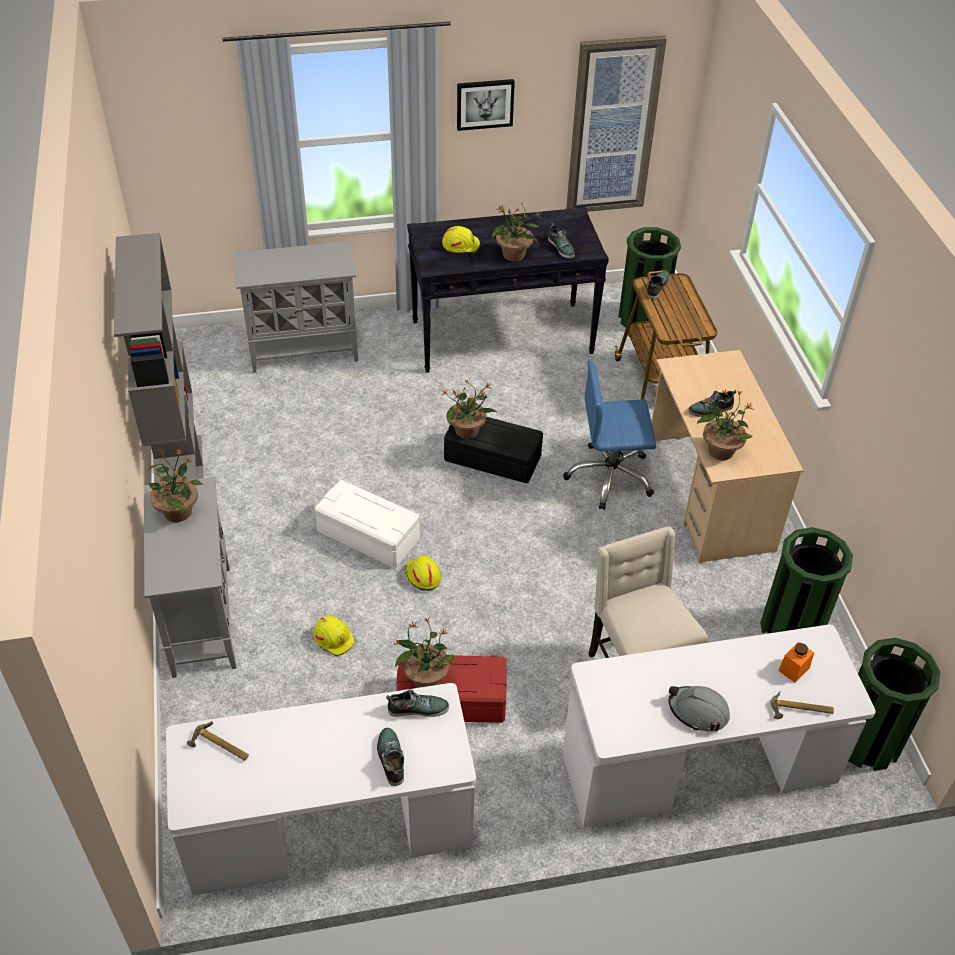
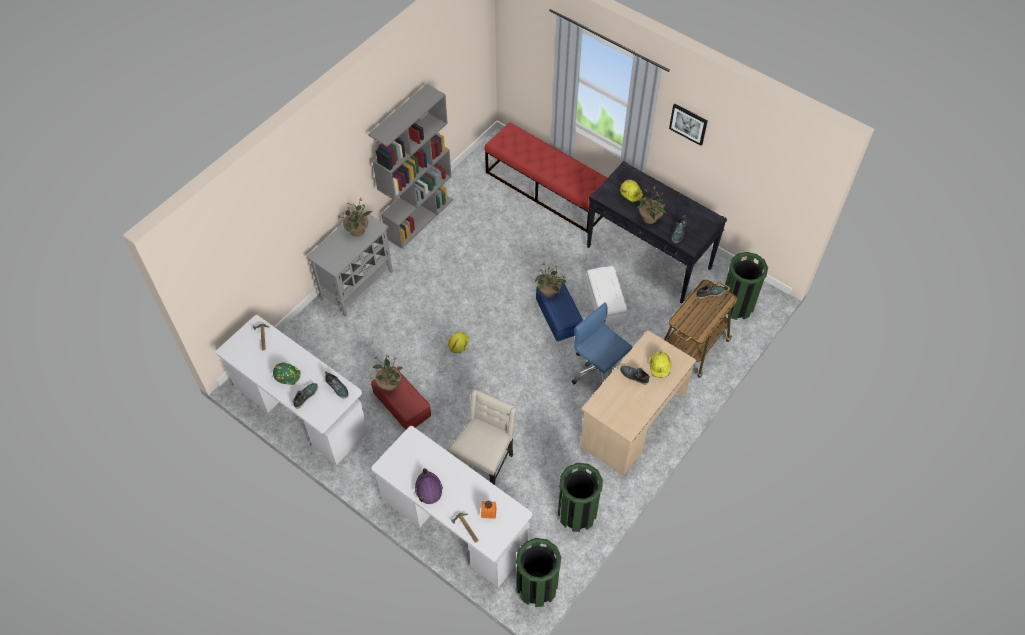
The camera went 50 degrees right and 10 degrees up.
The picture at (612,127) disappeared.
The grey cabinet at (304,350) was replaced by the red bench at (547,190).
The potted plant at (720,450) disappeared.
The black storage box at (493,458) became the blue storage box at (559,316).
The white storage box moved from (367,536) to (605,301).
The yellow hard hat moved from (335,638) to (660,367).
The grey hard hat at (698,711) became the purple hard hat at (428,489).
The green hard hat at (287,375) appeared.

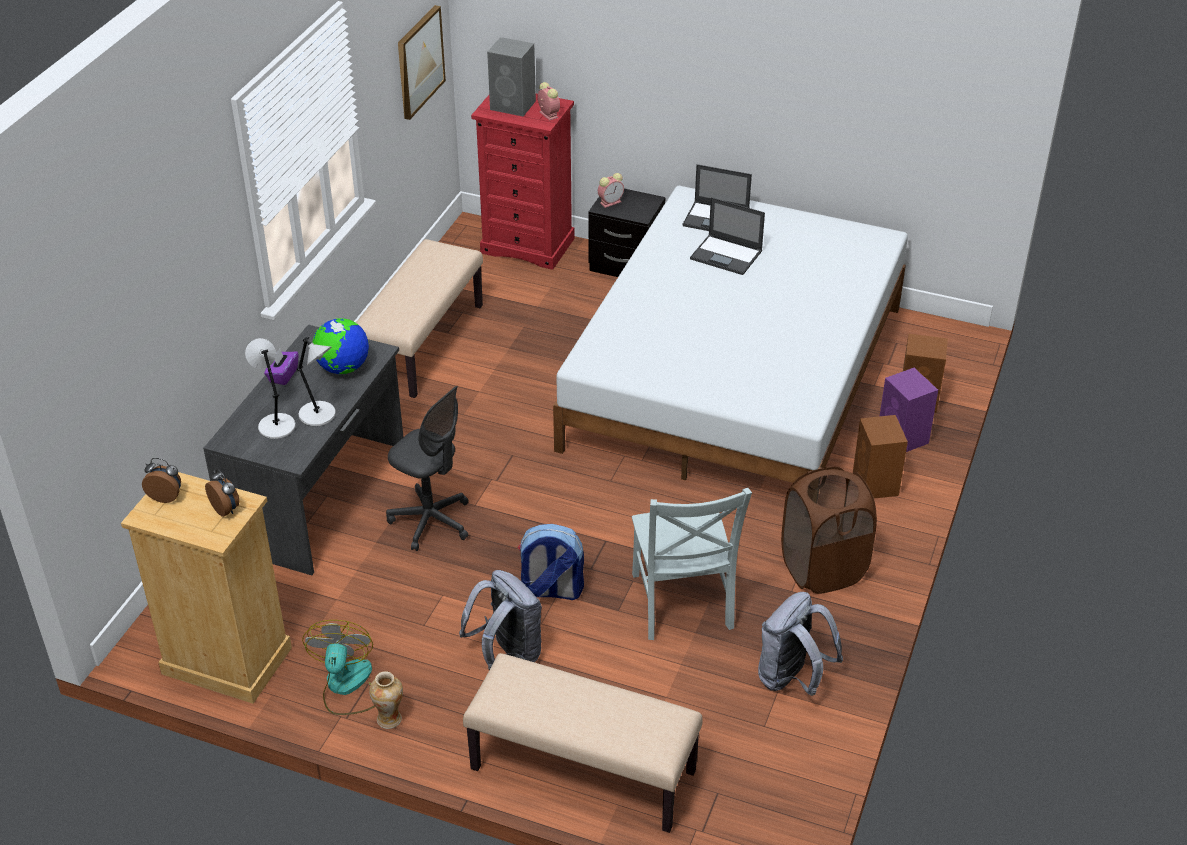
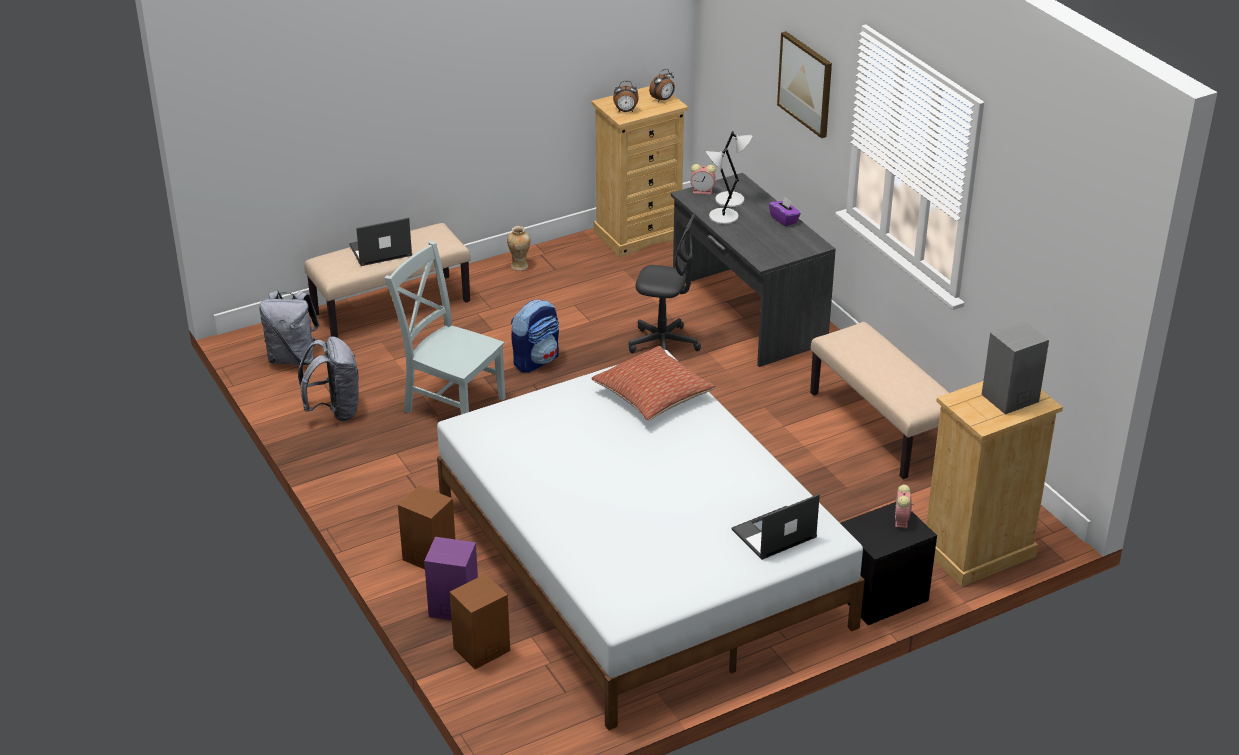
The camera went 130 degrees right and 5 degrees down.
The picture moved from (419,61) to (806,84).
The alarm clock moved from (548,114) to (703,191).
The red dresser at (528,245) became the beige dresser at (977,551).
The laptop moved from (727,255) to (379,250).
The globe at (343,368) disappeared.
The grey office chair at (431,521) turned 150 degrees counterclockwise.
The brown laundry basket at (823,569) disappeared.
The grey backpack moved from (507,654) to (293,358).
The fan at (347,687) disappeared.
The pillow at (653,395) appeared.

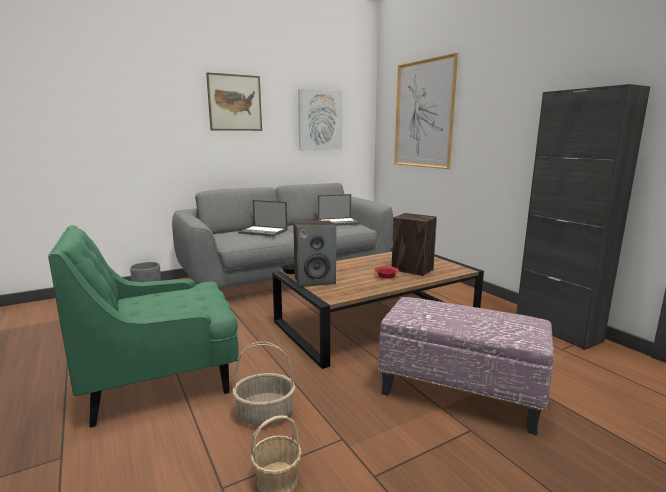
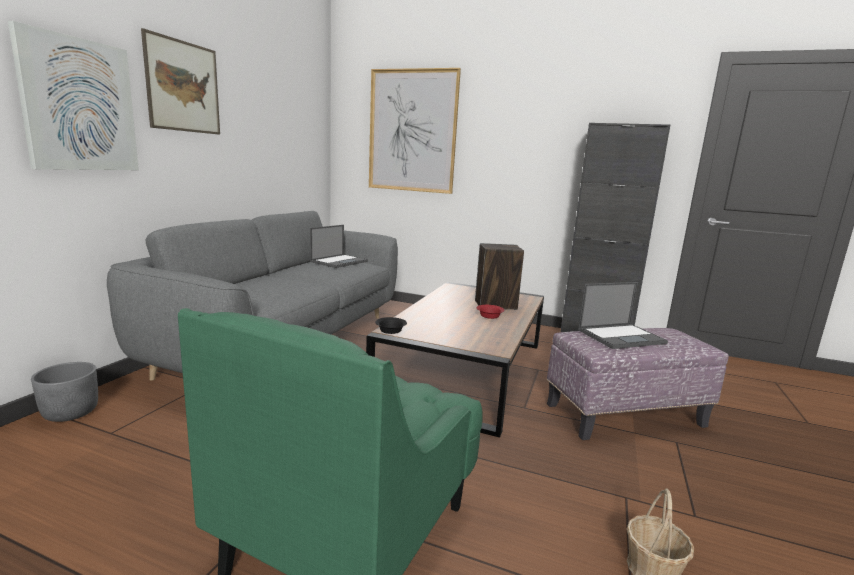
The camera went 40 degrees left and 0 degrees up.
The picture moved from (320,120) to (79,105).
The laptop moved from (264,231) to (621,336).
The speaker at (315,281) disappeared.
The basket at (266,413) disappeared.

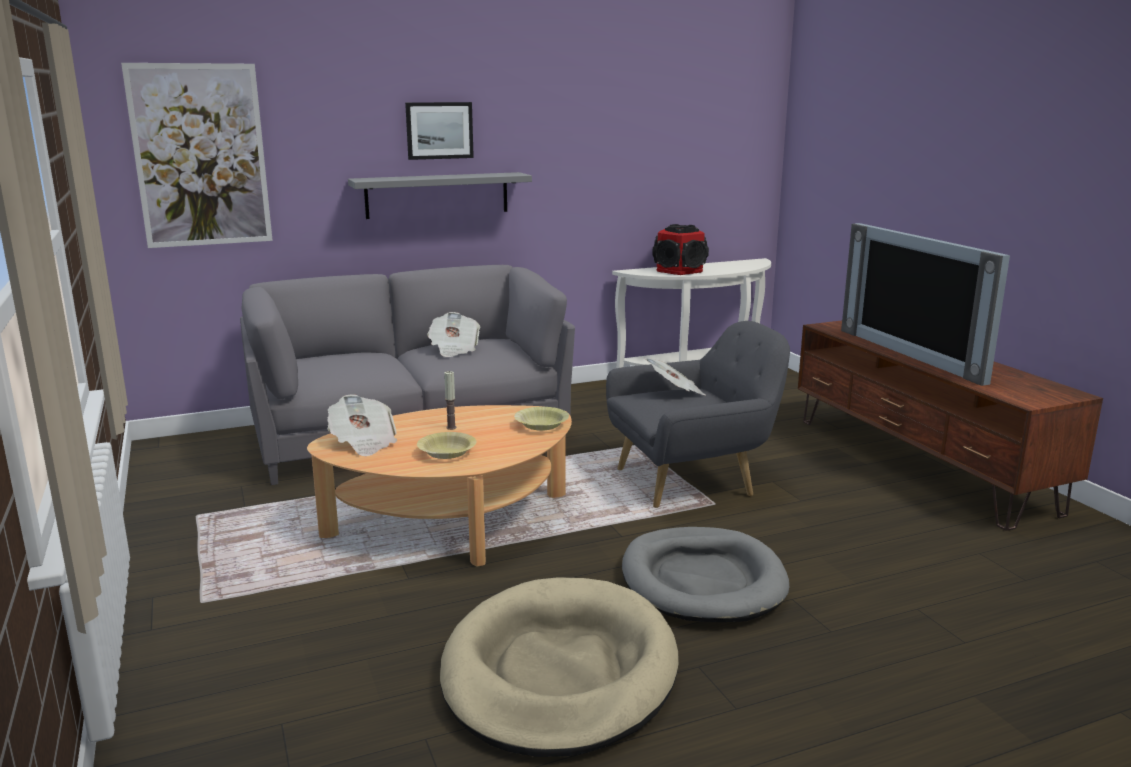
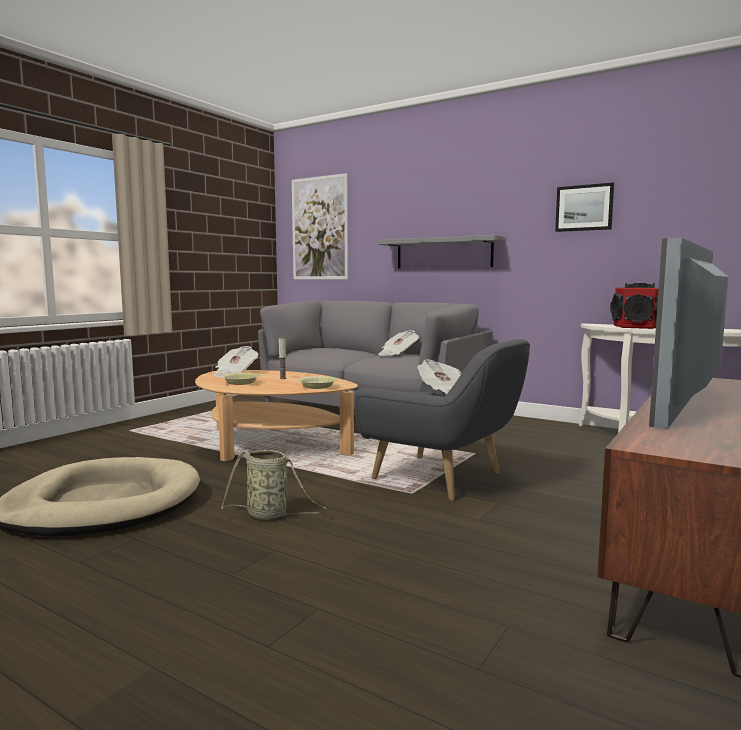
The camera went 55 degrees right and 10 degrees down.
The picture moved from (439,130) to (584,208).
The grey dog bed at (702,581) was replaced by the basket at (270,515).

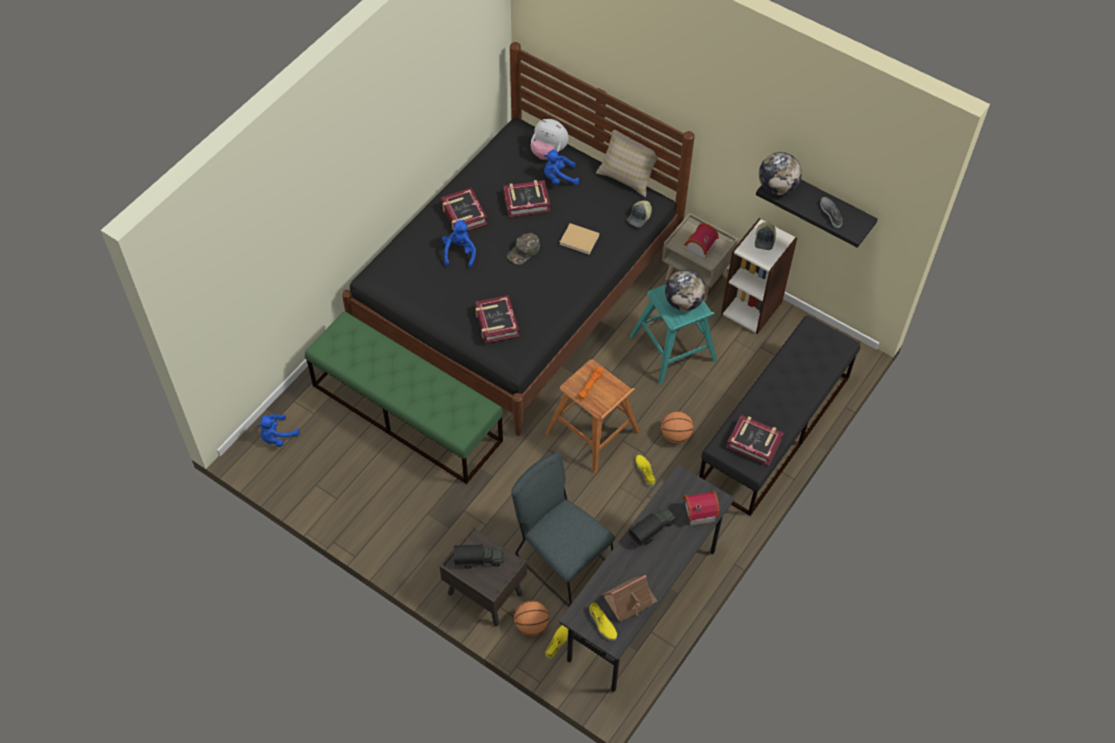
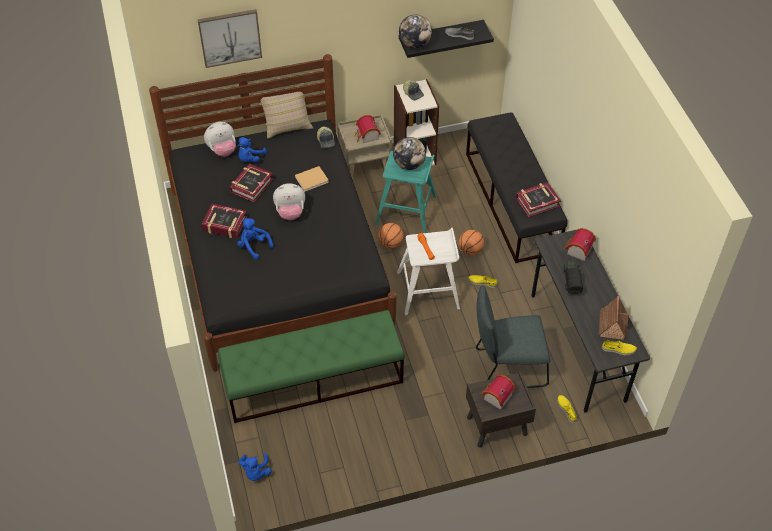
The camera went 50 degrees left and 5 degrees down.
The green cap at (524,251) was replaced by the plush toy at (290,212).
The book at (496,322) disappeared.
The brown stool at (593,433) became the white stool at (429,290).
The toy truck at (479,560) was replaced by the toy house at (495,397).
The basketball moved from (531,625) to (390,243).
The picture at (230,37) appeared.

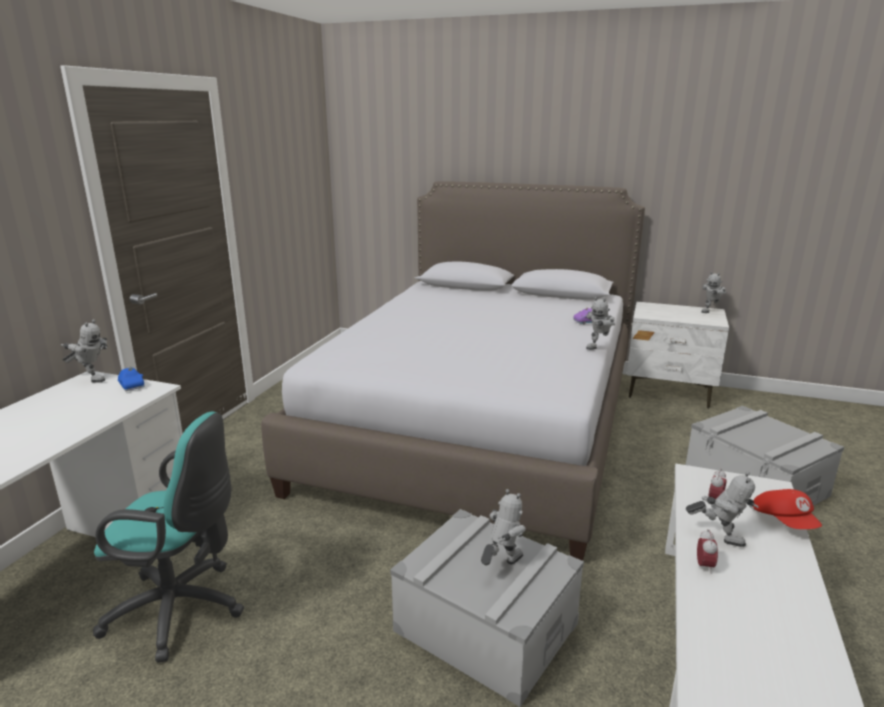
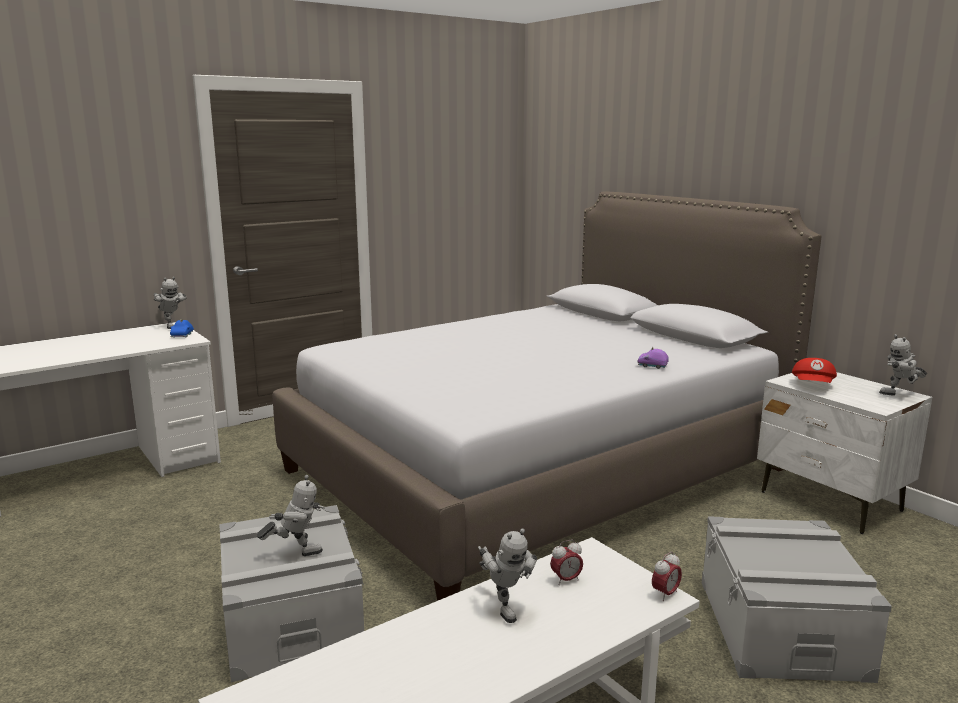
The camera went 35 degrees right and 5 degrees down.
The toy robot at (599,347) disappeared.
The turquoise office chair at (182,610) disappeared.
The red cap moved from (784,521) to (813,386).
The alarm clock moved from (704,566) to (665,594).

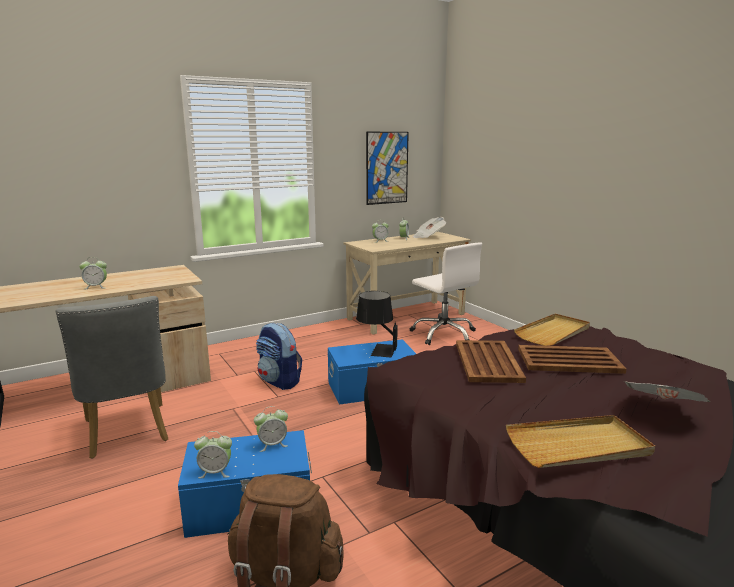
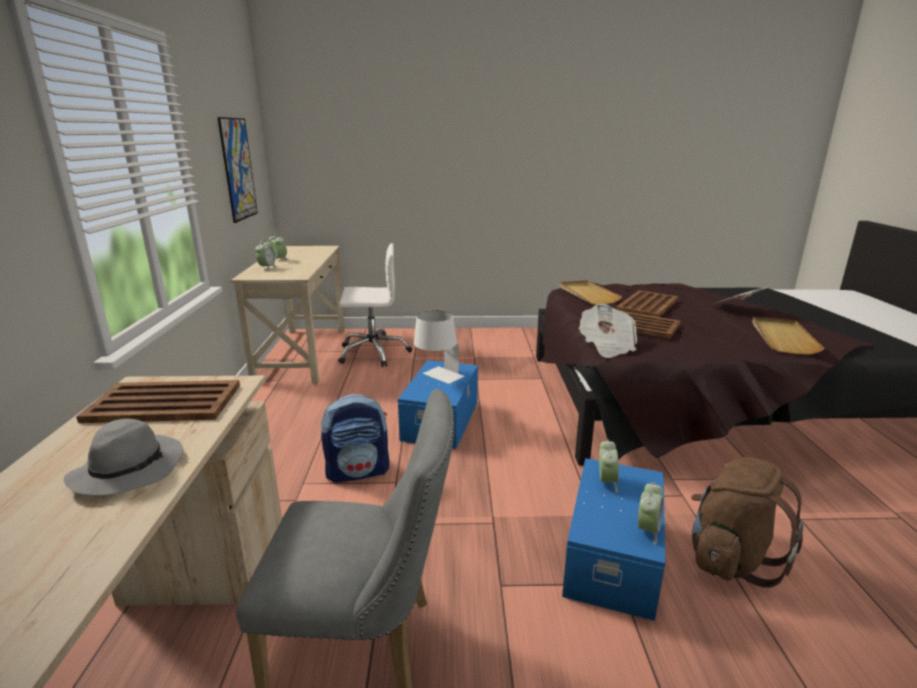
The camera went 60 degrees left and 5 degrees up.
The newspaper moved from (428,236) to (606,346).
The alarm clock at (96,287) was replaced by the grey hat at (129,468).
The black table lamp at (376,349) became the white table lamp at (438,377).
The brown tray at (165,403) appeared.

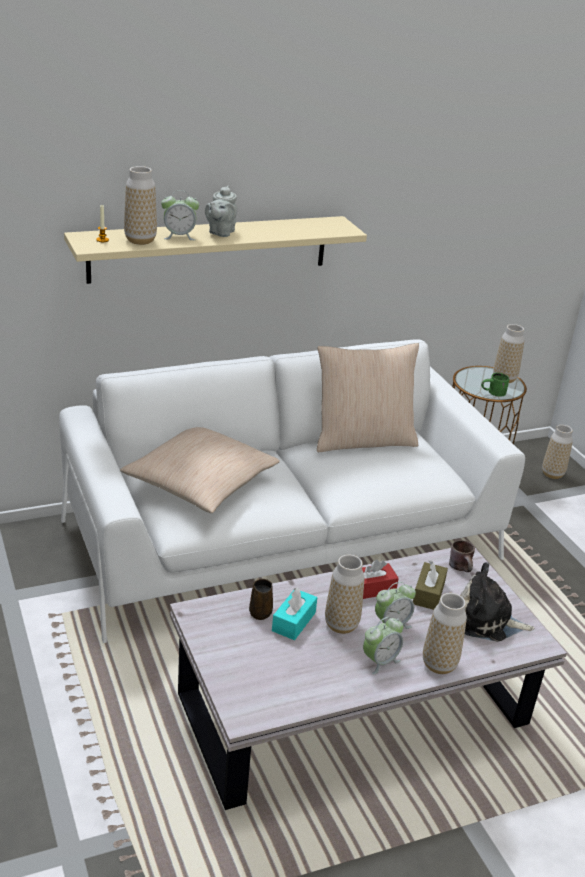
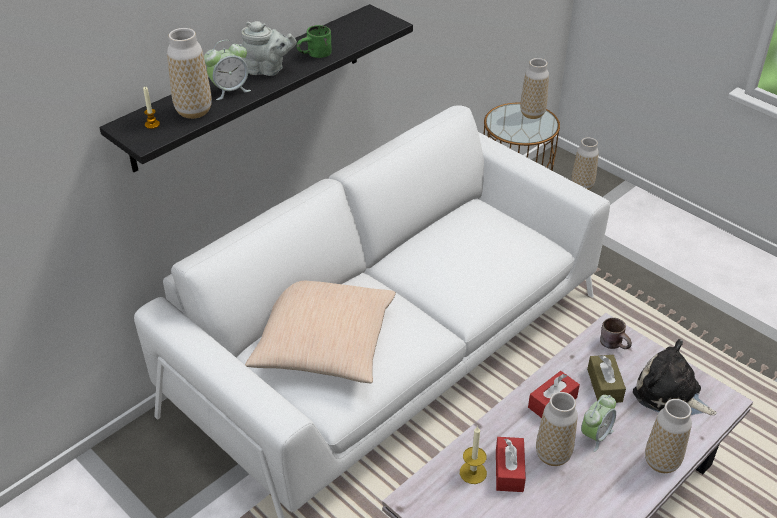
The camera went 20 degrees left and 10 degrees up.
The grey teapot at (220,232) turned 75 degrees counterclockwise.
The beige shelf at (210,248) became the black shelf at (249,86).
The beige pillow at (363,440) disappeared.
The green mug moved from (494,394) to (316,55).
The plush toy at (486,620) turned 45 degrees clockwise.
The brown mug at (261,612) was replaced by the candle at (473,472).
The turquoise tissue box at (293,621) became the red tissue box at (509,470).
The alarm clock at (380,661) disappeared.

